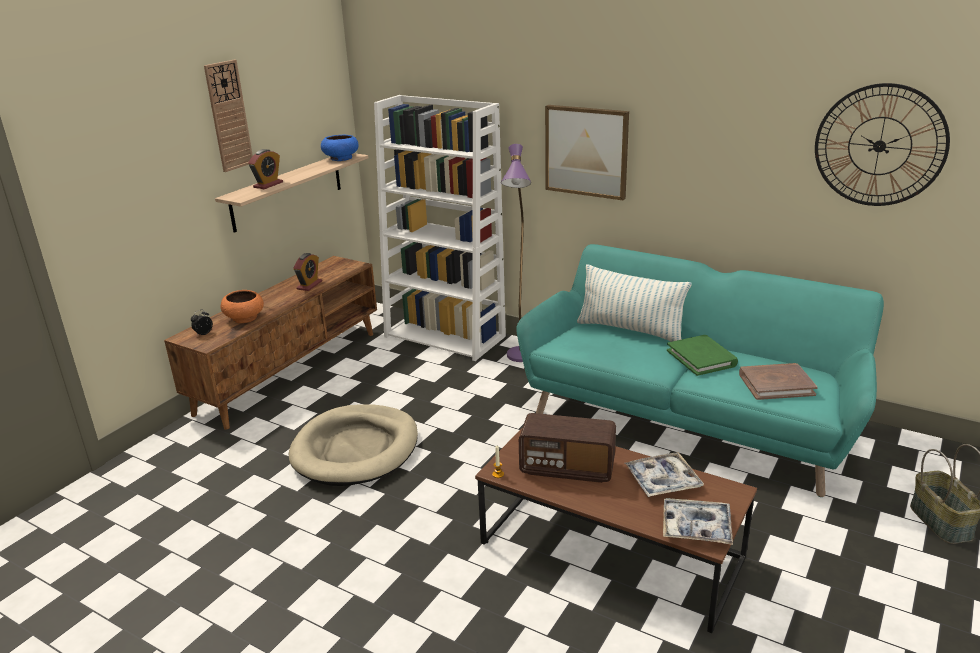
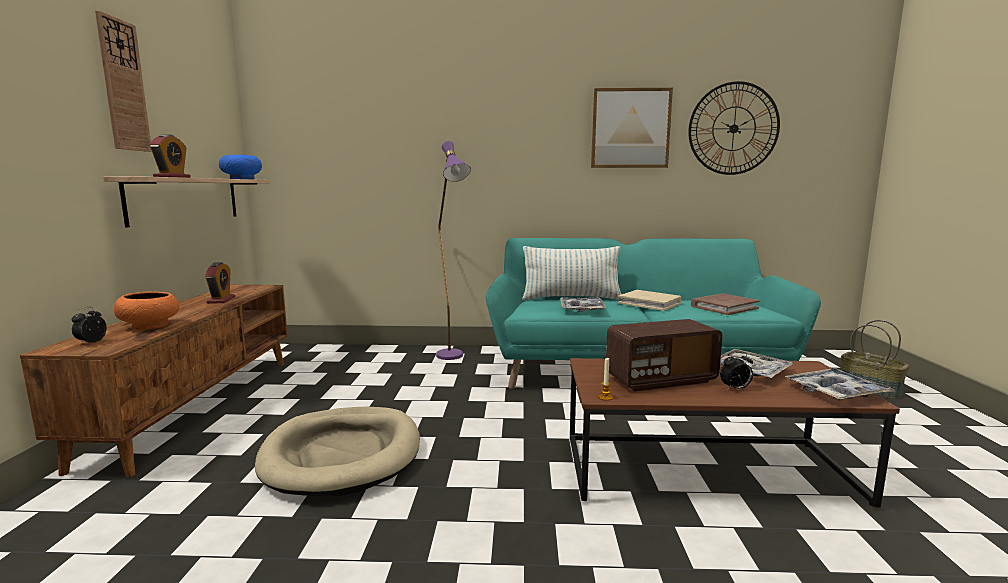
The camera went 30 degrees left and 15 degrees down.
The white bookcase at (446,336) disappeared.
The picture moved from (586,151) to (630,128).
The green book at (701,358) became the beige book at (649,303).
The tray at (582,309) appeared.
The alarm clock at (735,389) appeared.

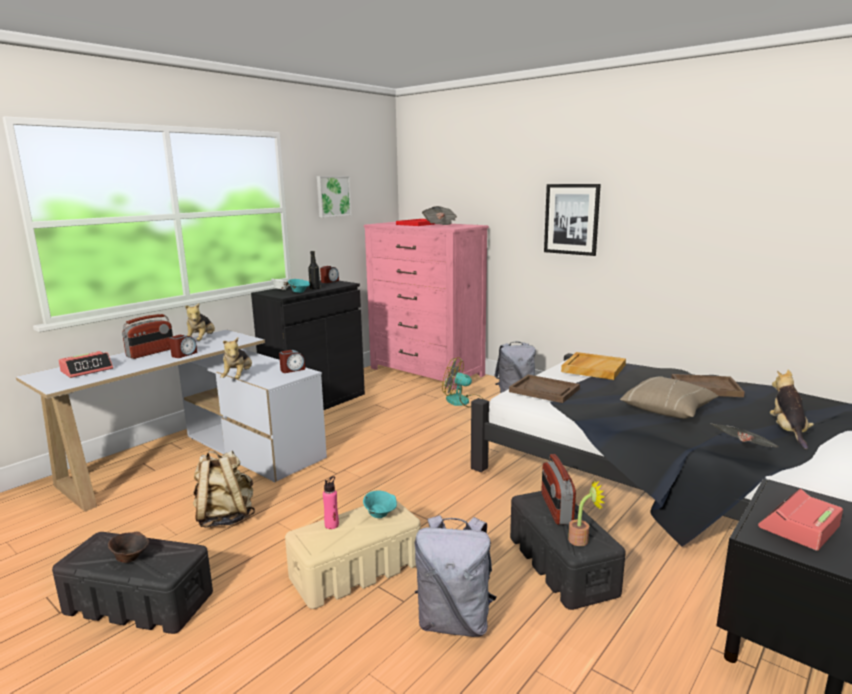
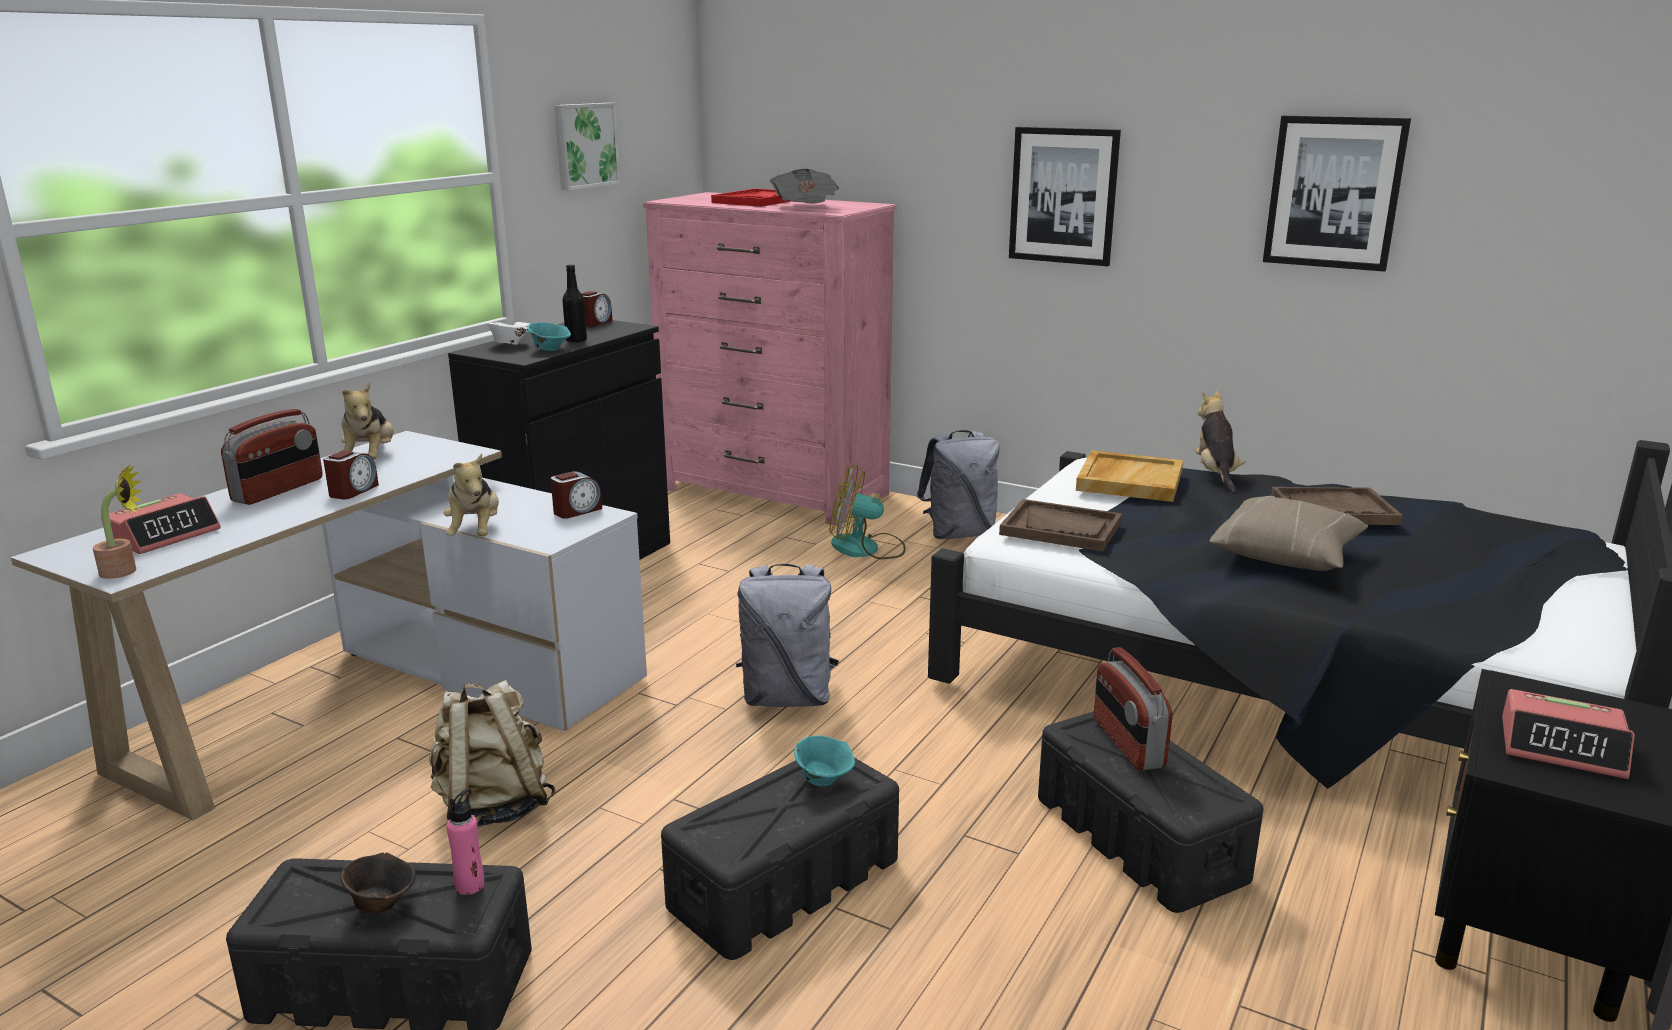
The camera went 10 degrees left and 5 degrees up.
The plush toy moved from (788,432) to (1215,474).
The newspaper at (743,452) disappeared.
The pink bottle moved from (332,525) to (470,885).
The potted plant moved from (582,540) to (126,571).
The alarm clock at (799,527) turned 105 degrees counterclockwise.
The beige storage box at (357,570) became the black storage box at (786,883).
The grey backpack moved from (455,621) to (788,698).
The picture at (1334,192) appeared.

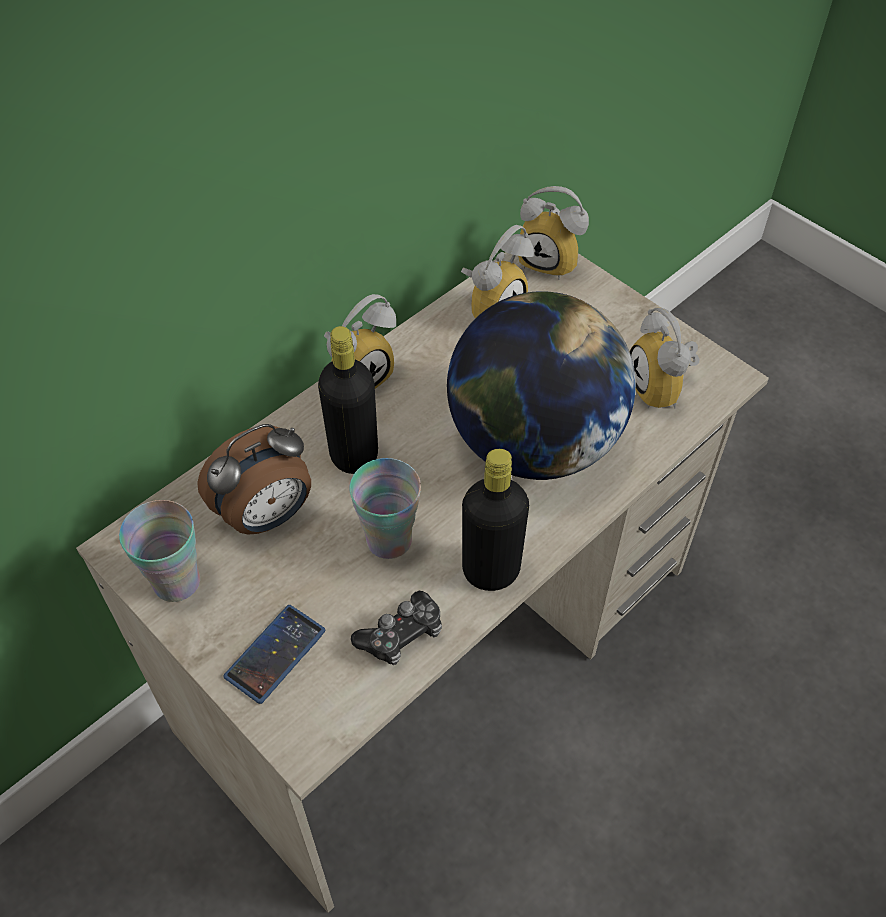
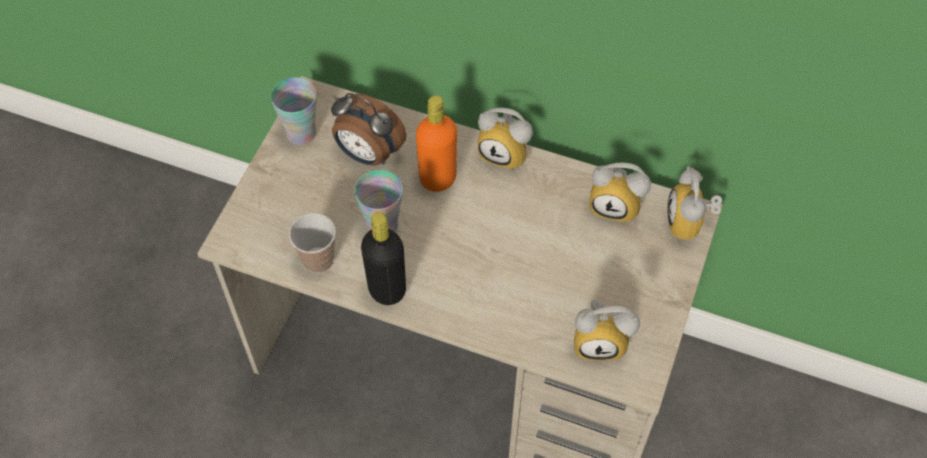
The camera went 65 degrees right and 5 degrees up.
The globe at (533,443) disappeared.
The alarm clock at (662,390) turned 135 degrees counterclockwise.
The black bottle at (354,455) became the orange bottle at (438,178).
The game controller at (401,635) was replaced by the cup at (318,260).
The phone at (275,654) disappeared.

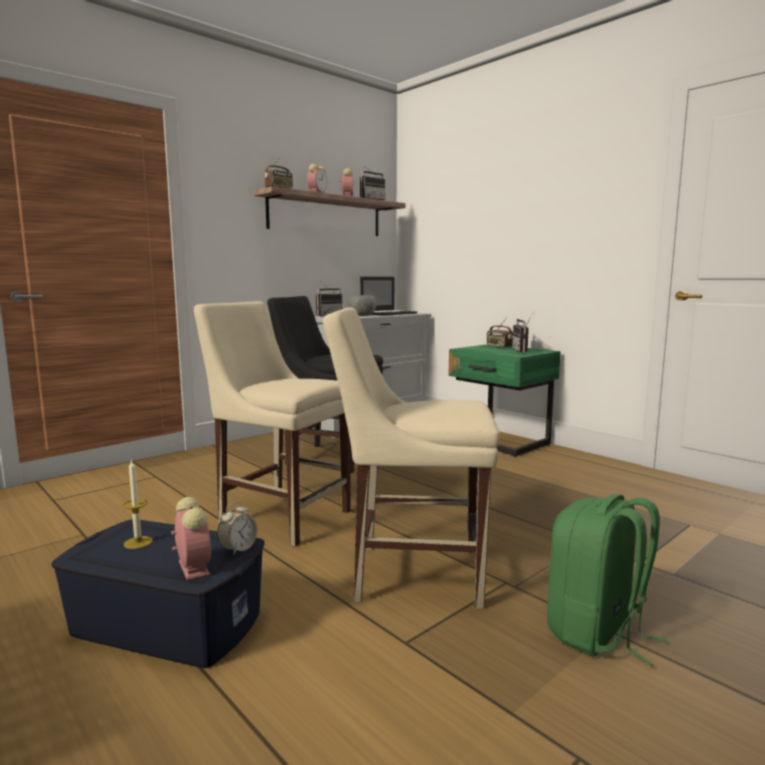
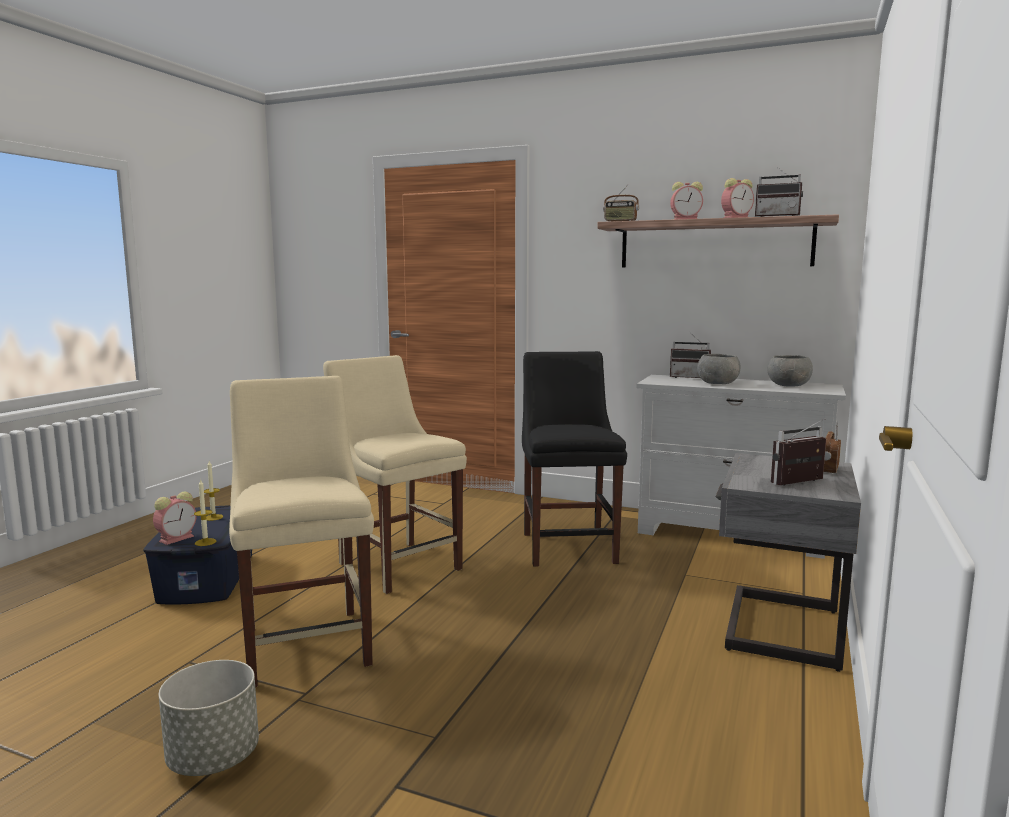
The camera went 65 degrees right and 0 degrees up.
The laptop at (389,313) was replaced by the grey bowl at (789,385).
The beige chair at (281,515) turned 45 degrees counterclockwise.
The green nightstand at (500,443) became the grey nightstand at (778,629).
The green backpack at (597,633) was replaced by the grey planter at (212,758).
The alarm clock at (238,549) was replaced by the candle at (205,542).

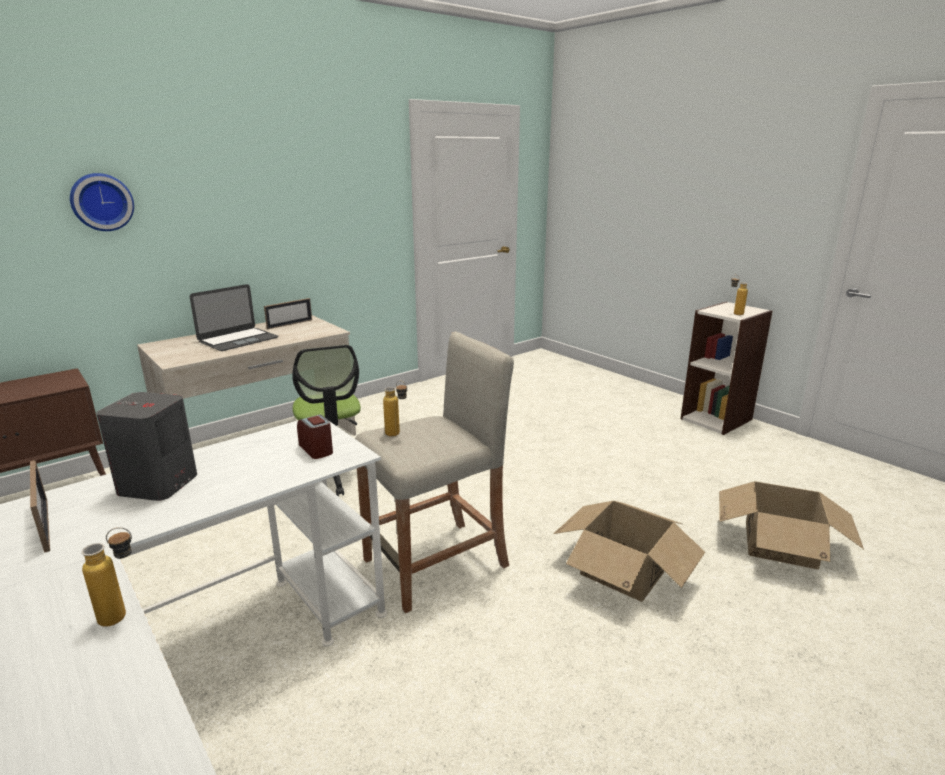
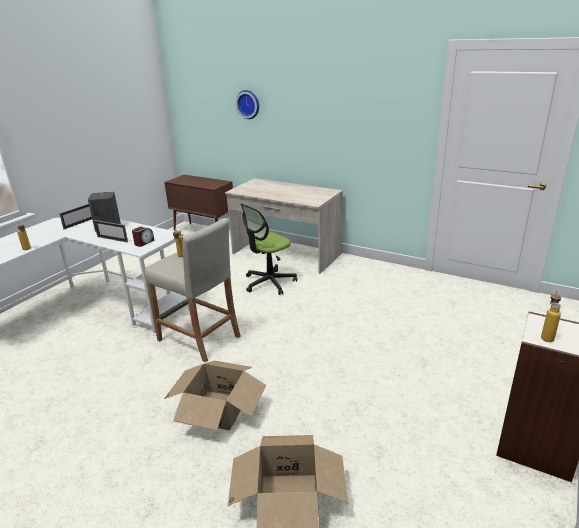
The camera went 70 degrees right and 5 degrees up.
The laptop at (238,339) disappeared.
The picture frame moved from (290,324) to (112,239).

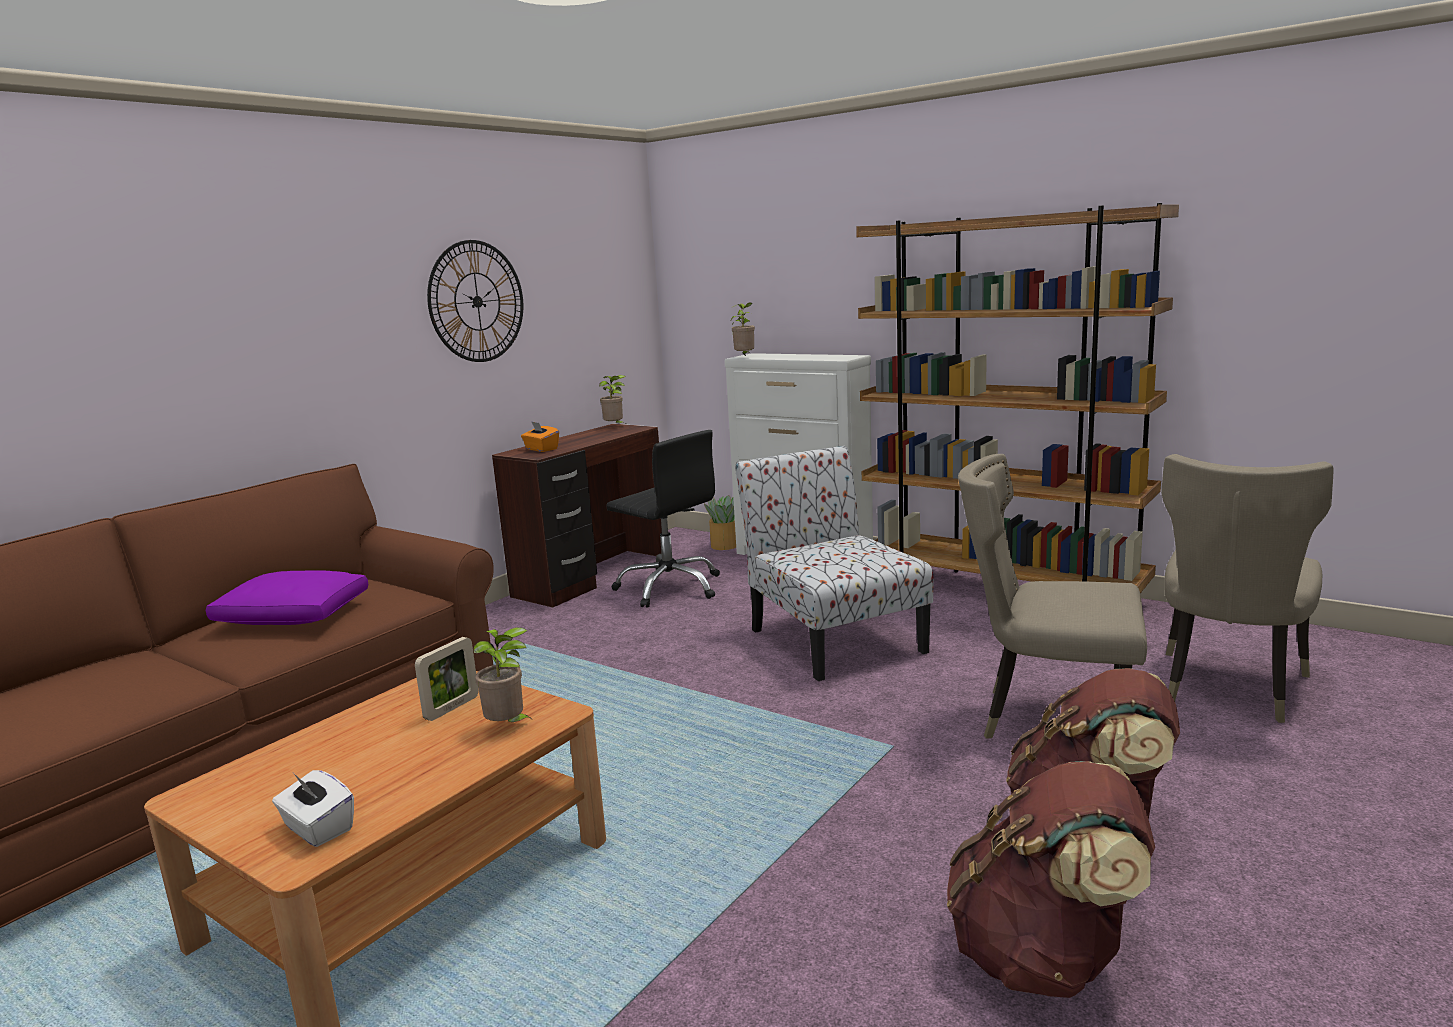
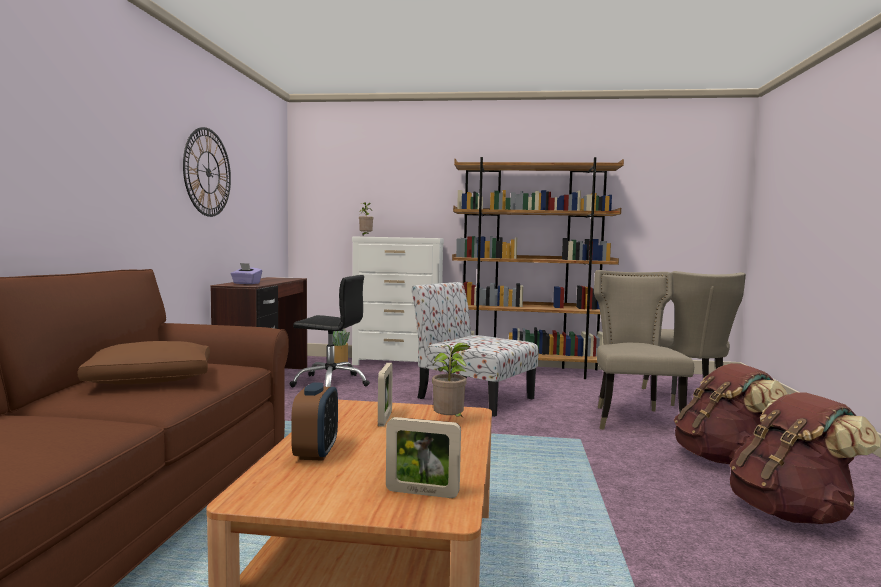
The camera went 30 degrees left and 10 degrees down.
The potted plant at (615,427) disappeared.
The orange tissue box at (541,449) became the purple tissue box at (246,283).
The beige chair at (1048,720) turned 105 degrees clockwise.
The purple pillow at (292,616) became the brown pillow at (149,380).
The white tissue box at (318,829) was replaced by the picture frame at (422,493).
The alarm clock at (316,453) appeared.

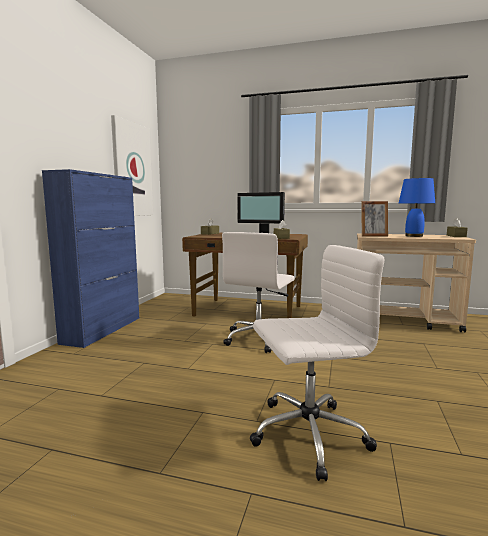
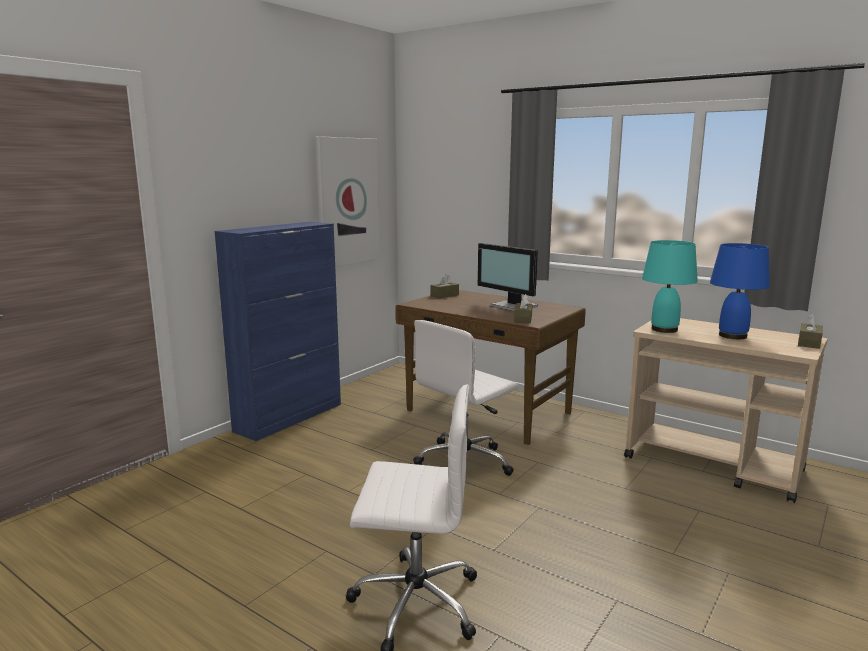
The camera went 20 degrees right and 5 degrees up.
The picture frame at (373,236) was replaced by the turquoise table lamp at (665,329).

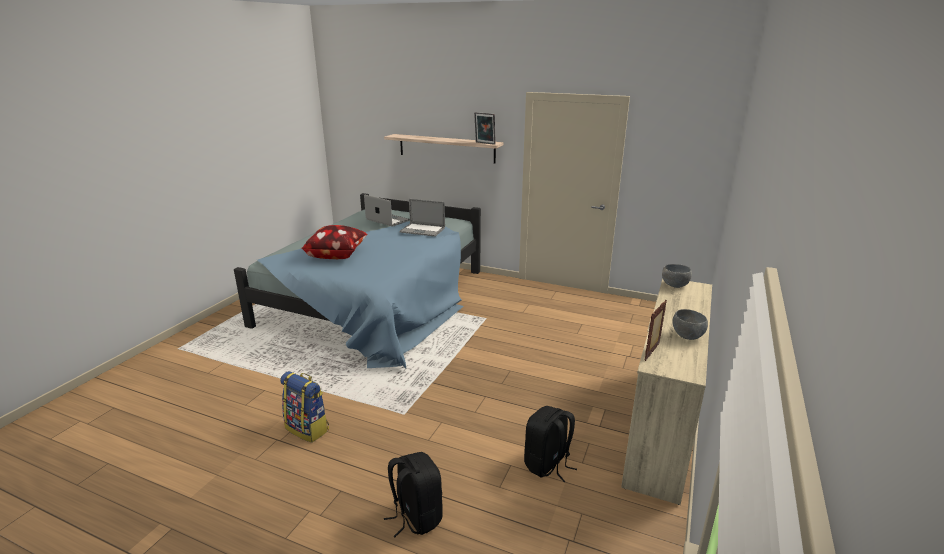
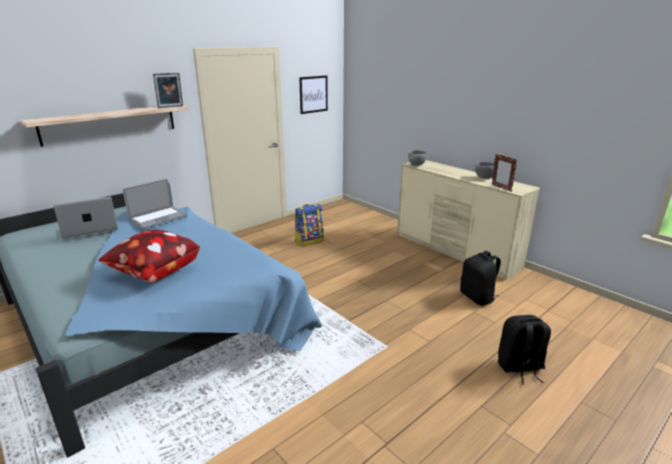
The camera went 65 degrees left and 0 degrees up.
The backpack moved from (308,429) to (309,241).
The picture at (313,94) appeared.

